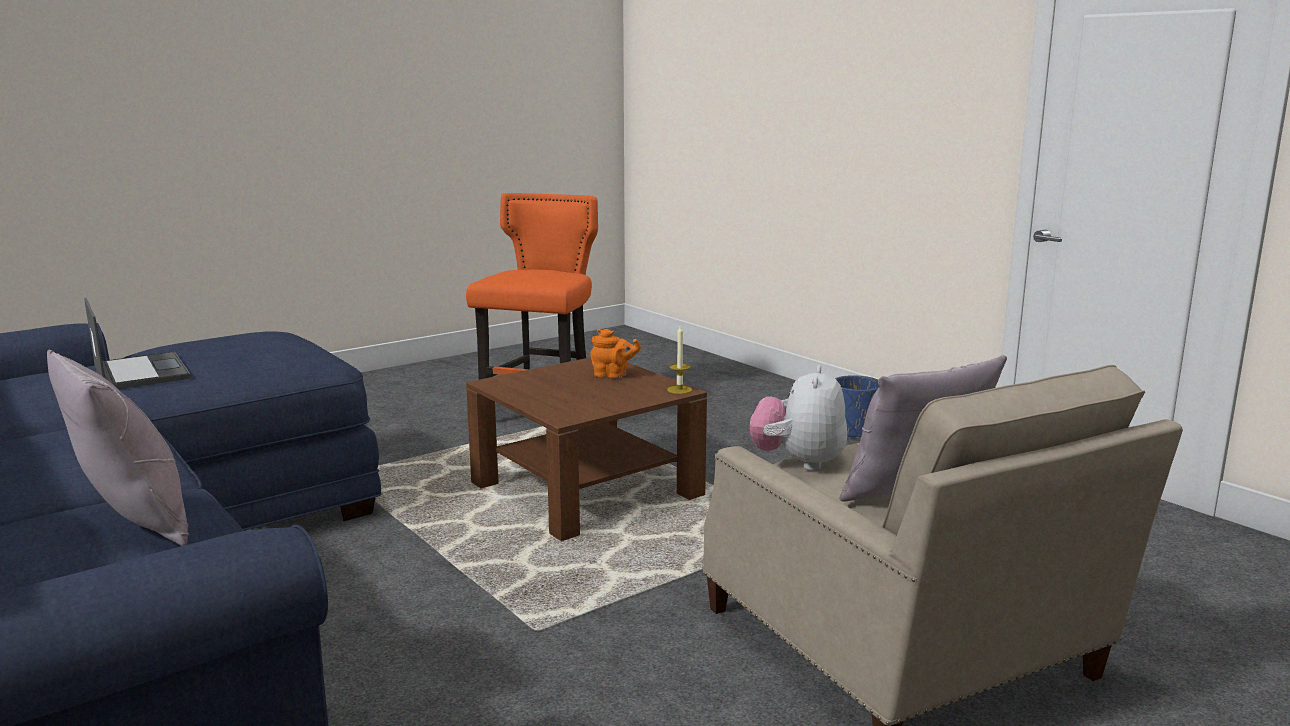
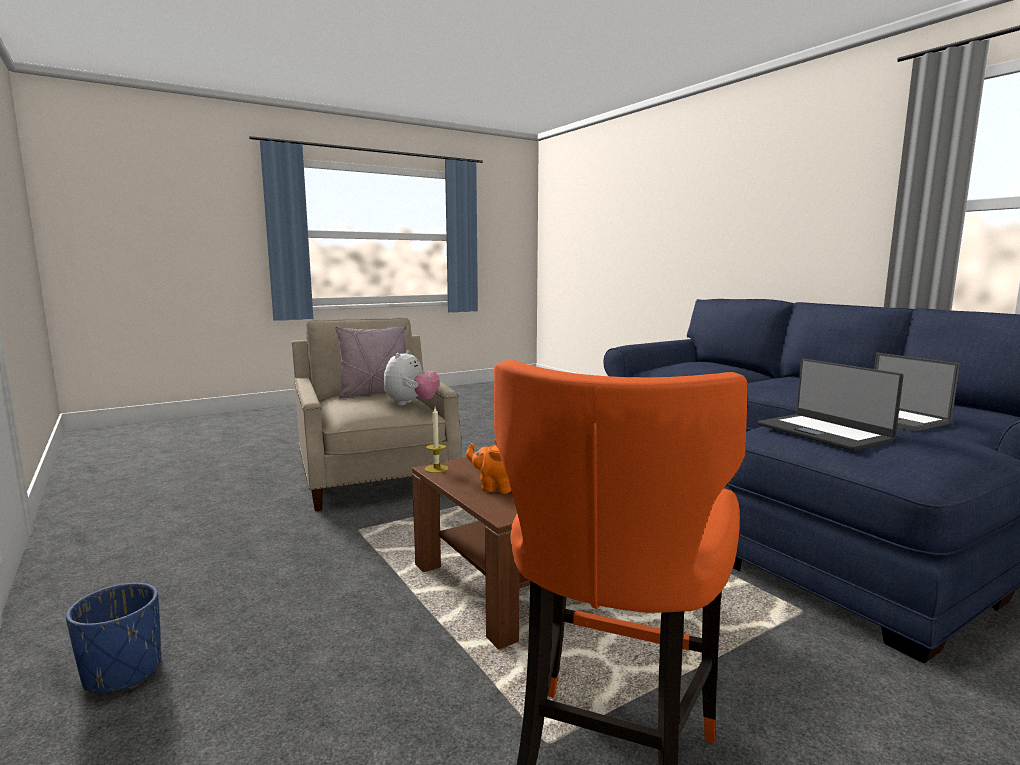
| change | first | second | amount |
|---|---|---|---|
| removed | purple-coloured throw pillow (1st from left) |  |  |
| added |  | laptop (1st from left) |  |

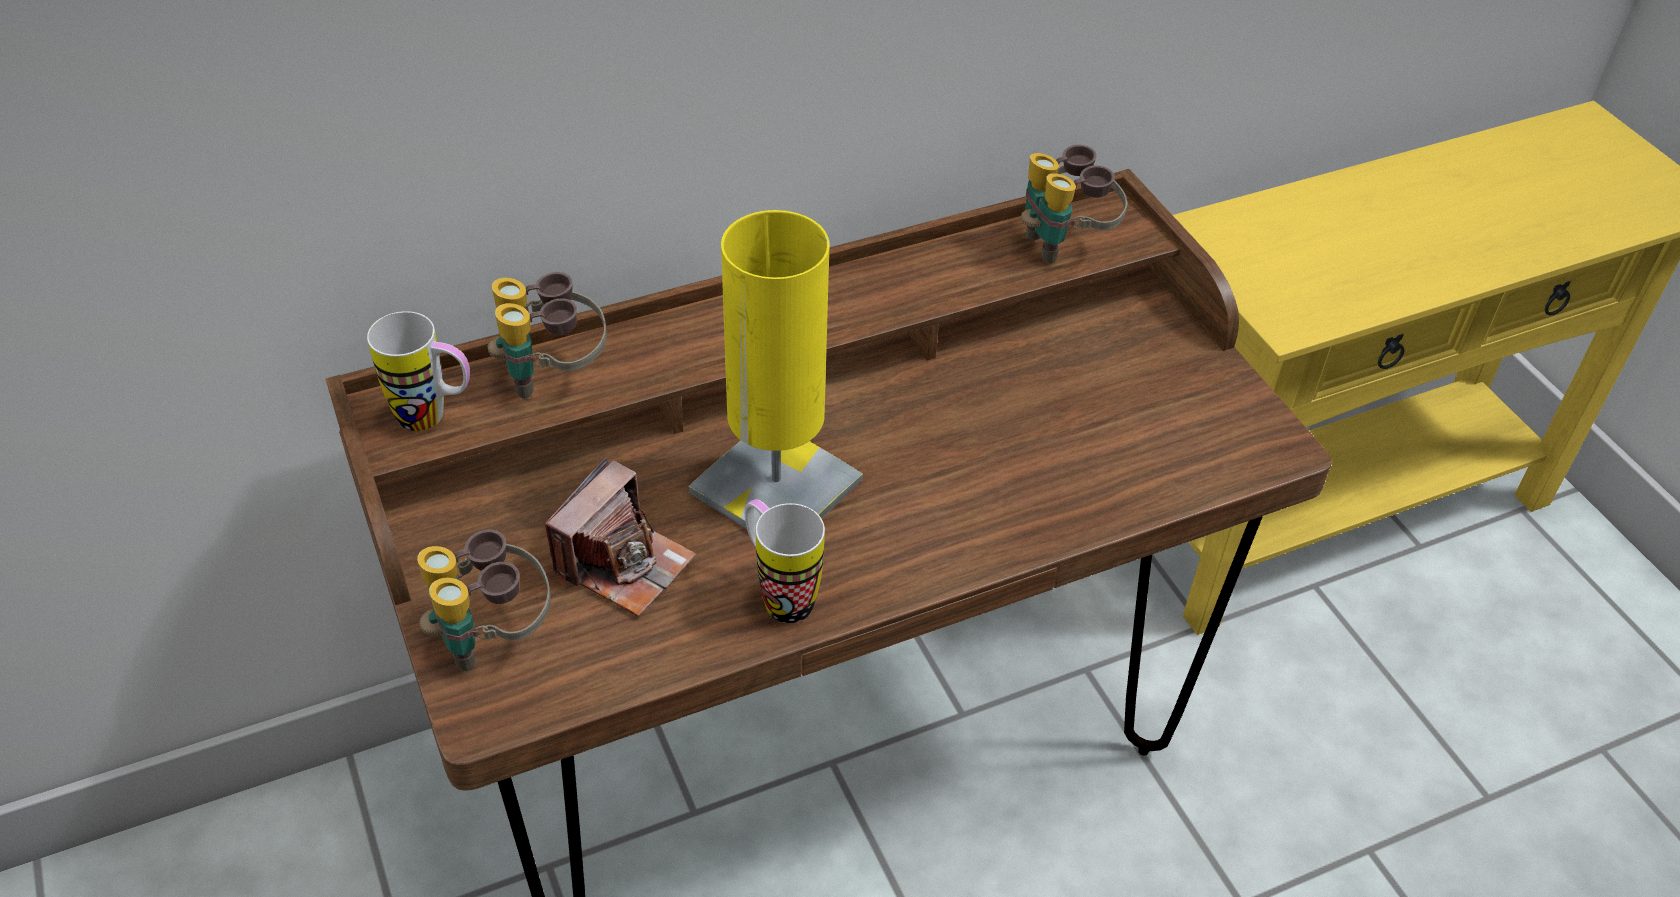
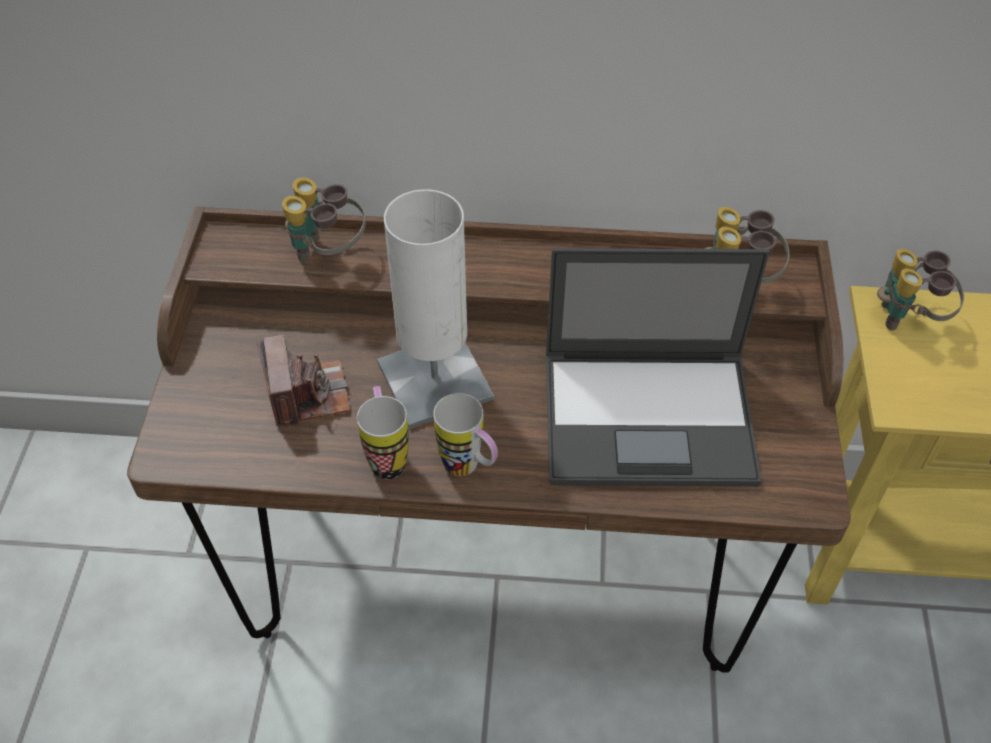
| change | first | second | amount |
|---|---|---|---|
| moved | coffee mug (1st from left in the first image) | coffee mug (2nd from left) |  |
| moved | pair of binoculars (1st from left in the first image) | pair of binoculars (3rd from left) |  |
| turned | photo camera |  | 75 degrees counterclockwise |
| recoloured | yellow-coloured tabletop lamp | white tabletop lamp |  |
| added |  | laptop |  |

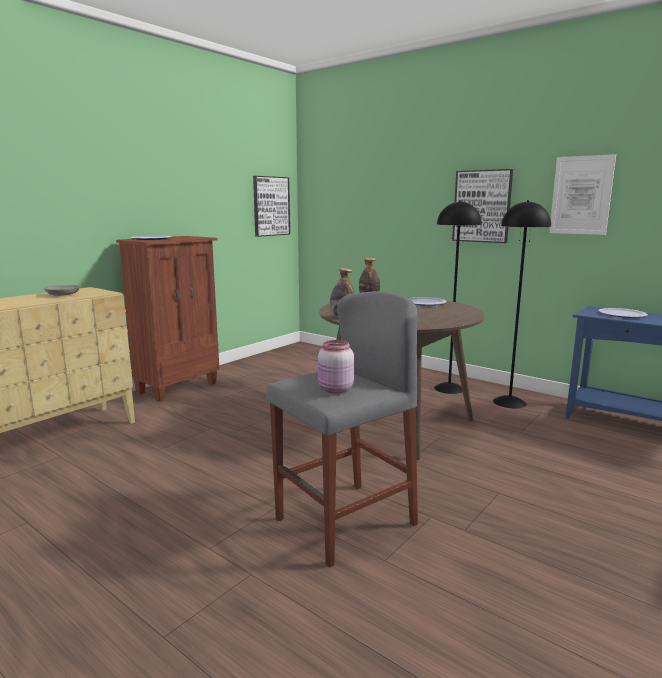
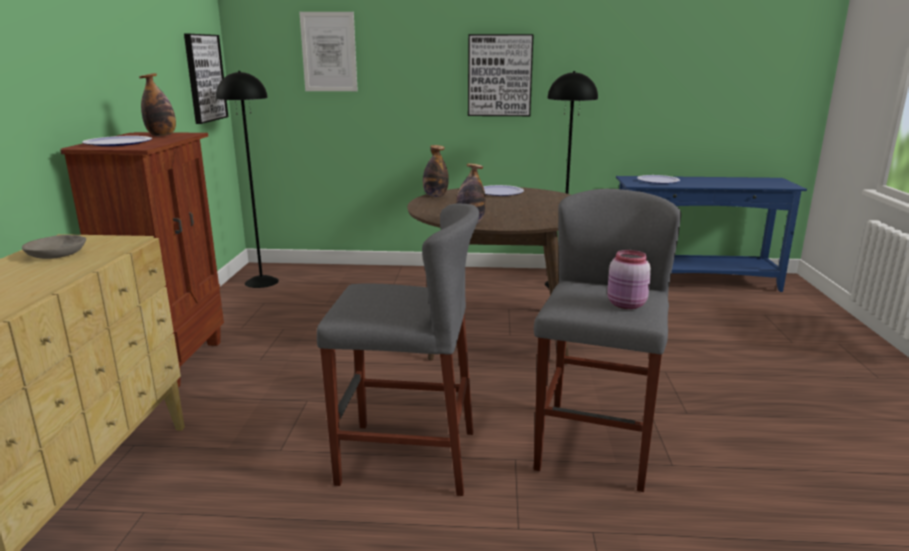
| change | first | second | amount |
|---|---|---|---|
| moved | black-coloured standard lamp (1st from left) |  |  |
| moved | wall art (3rd from left in the first image) | wall art (2nd from left) |  |
| added |  | bottle (1st from left) |  |
| added |  | gray stool seat (1st from left) |  |

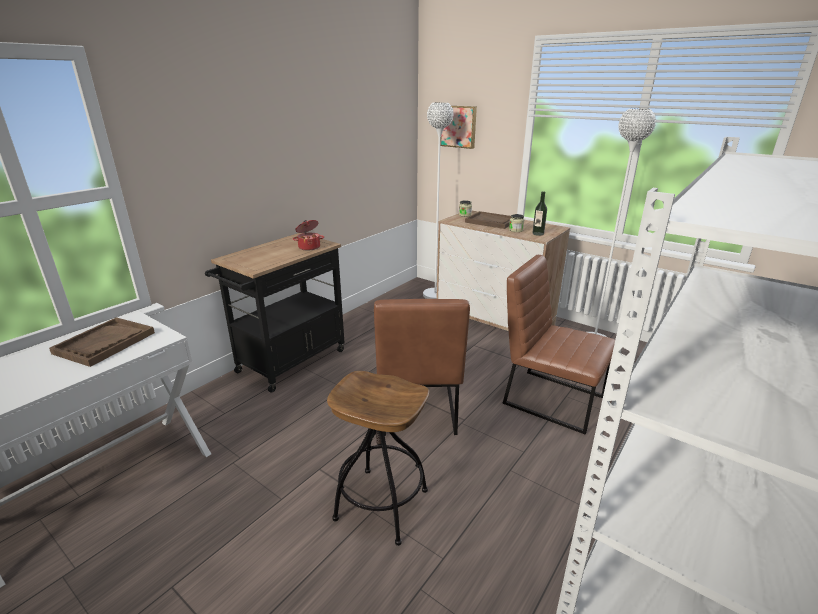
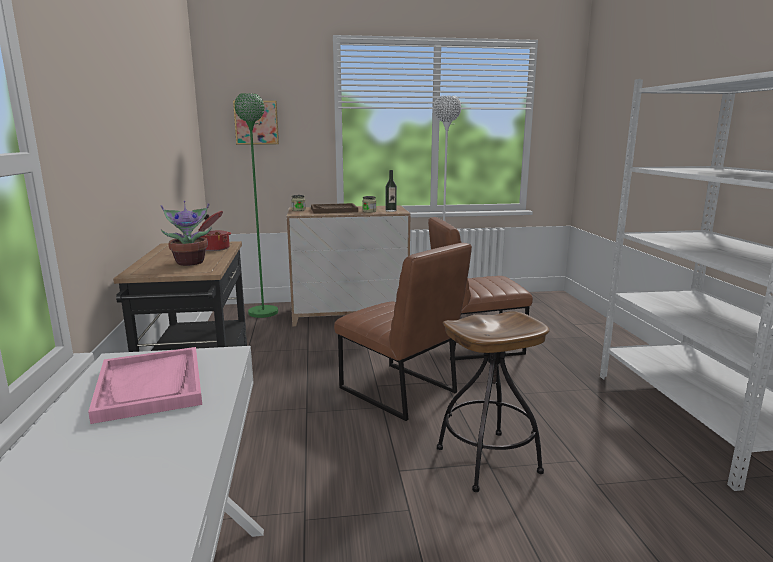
| change | first | second | amount |
|---|---|---|---|
| recoloured | brown tray (1st from left) | pinkish tray |  |
| recoloured | white standard lamp (1st from left) | greenish standard lamp |  |
| added |  | houseplant |  |

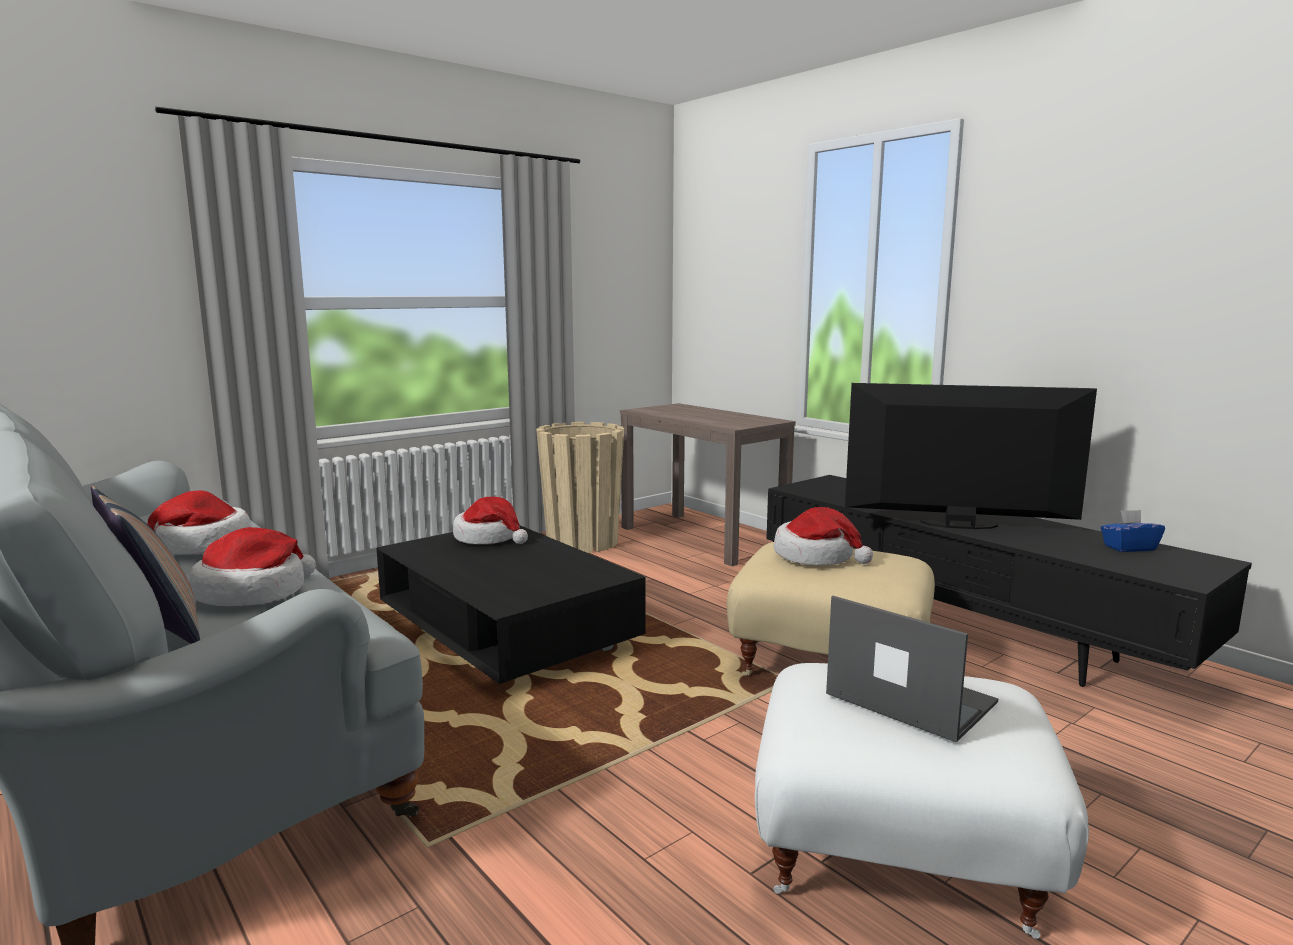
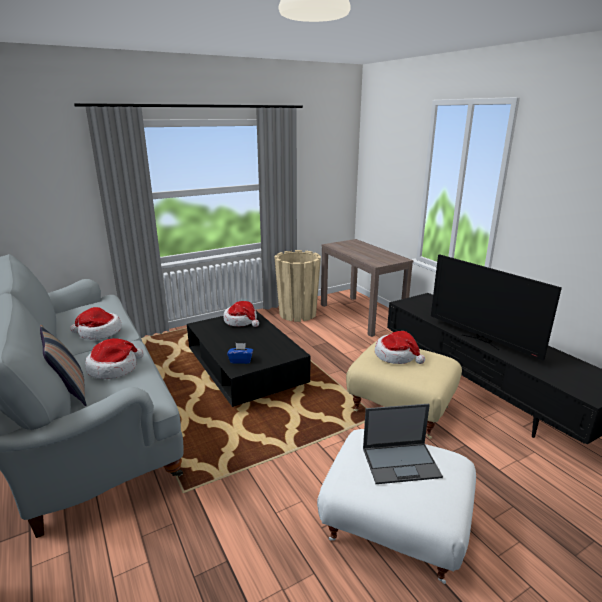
| change | first | second | amount |
|---|---|---|---|
| turned | laptop |  | 120 degrees clockwise |
| turned | TV |  | 150 degrees counterclockwise |
| moved | bluish box of tissues |  |  |

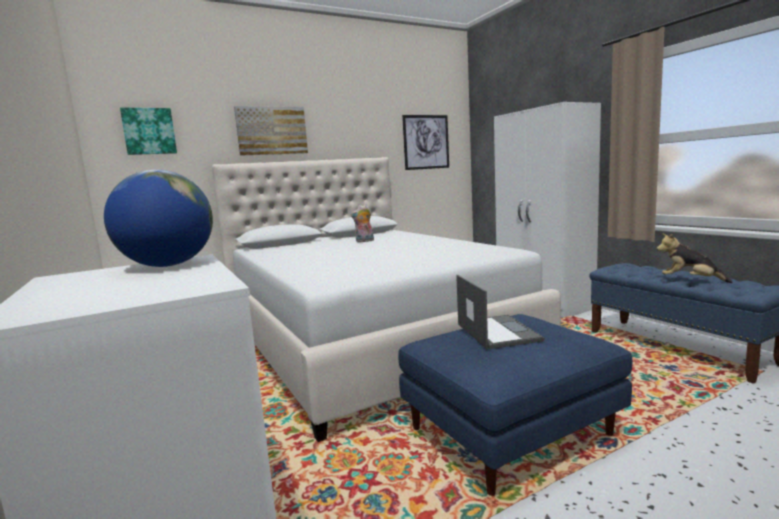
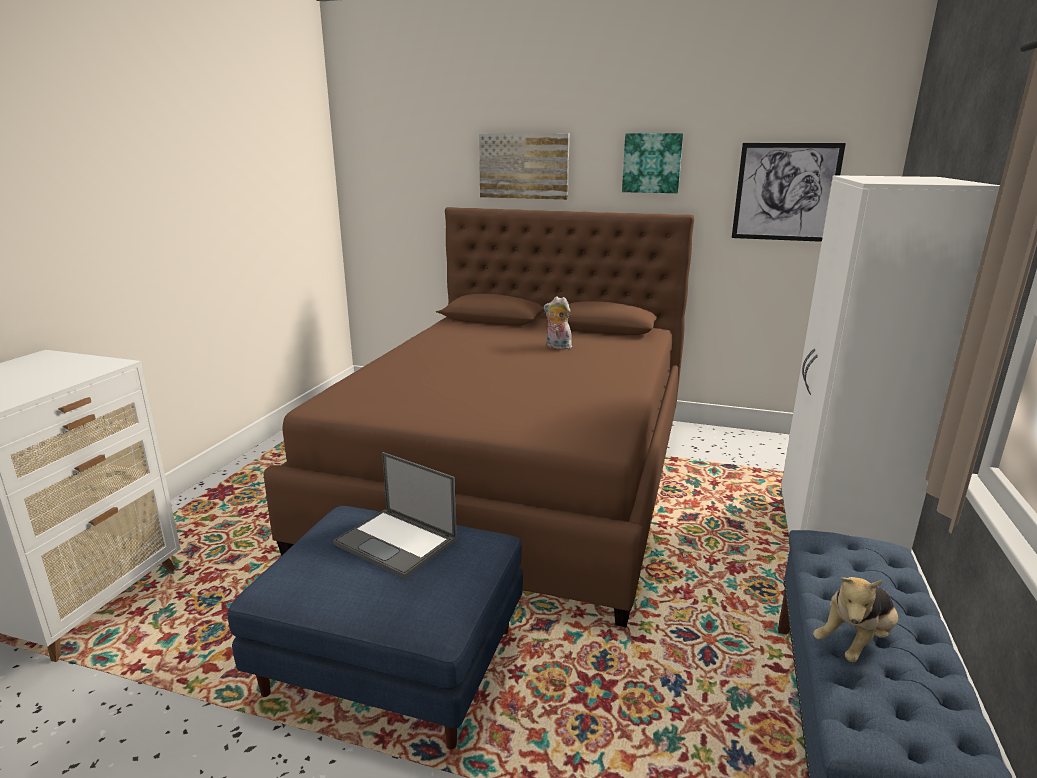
| change | first | second | amount |
|---|---|---|---|
| removed | world globe |  |  |
| moved | wall art (1st from left in the first image) | wall art (2nd from left) |  |
| recoloured | white bedroom bed | brown bedroom bed |  |
| turned | laptop |  | 90 degrees clockwise |
| turned | cuddly toy (2nd from left) |  | 120 degrees counterclockwise |

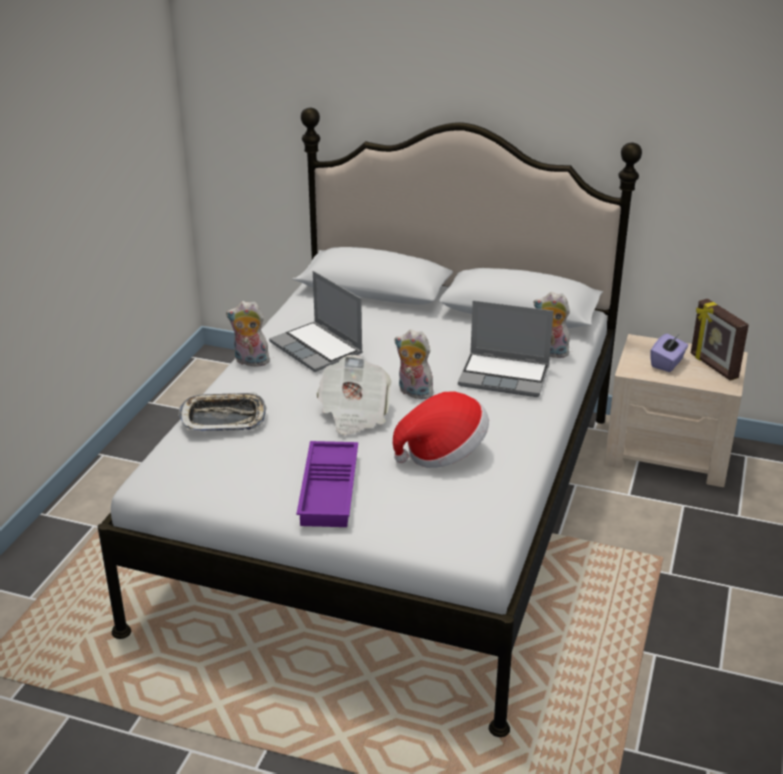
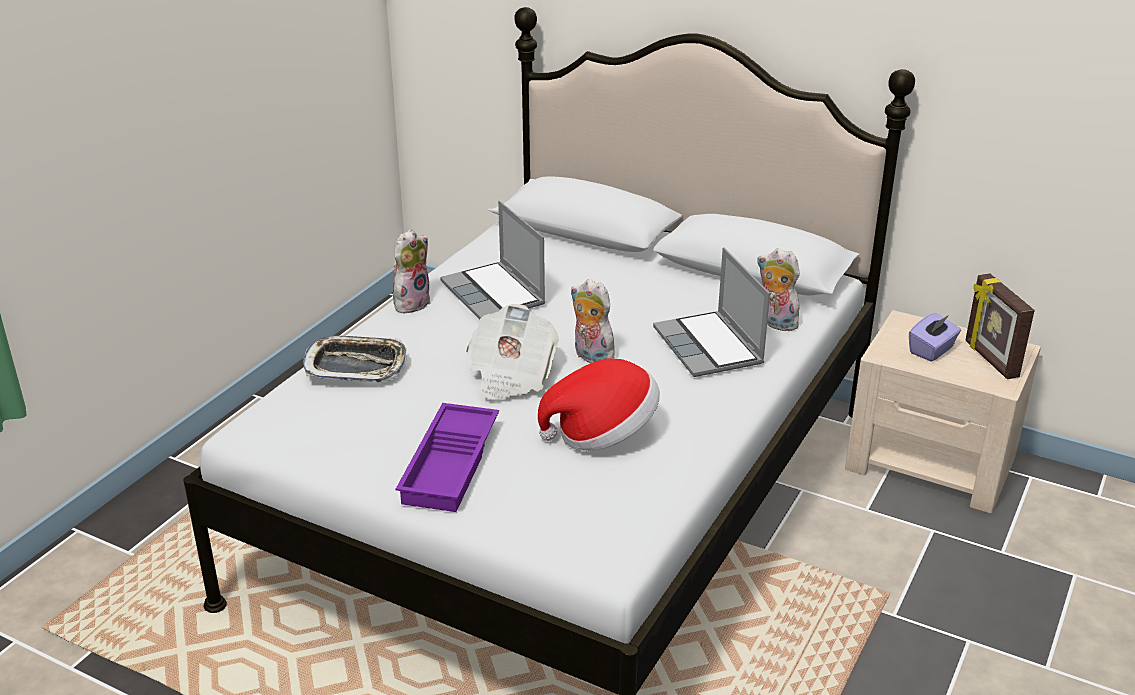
| change | first | second | amount |
|---|---|---|---|
| turned | cuddly toy (1st from left) |  | 105 degrees clockwise |
| turned | laptop (2nd from left) |  | 45 degrees clockwise |

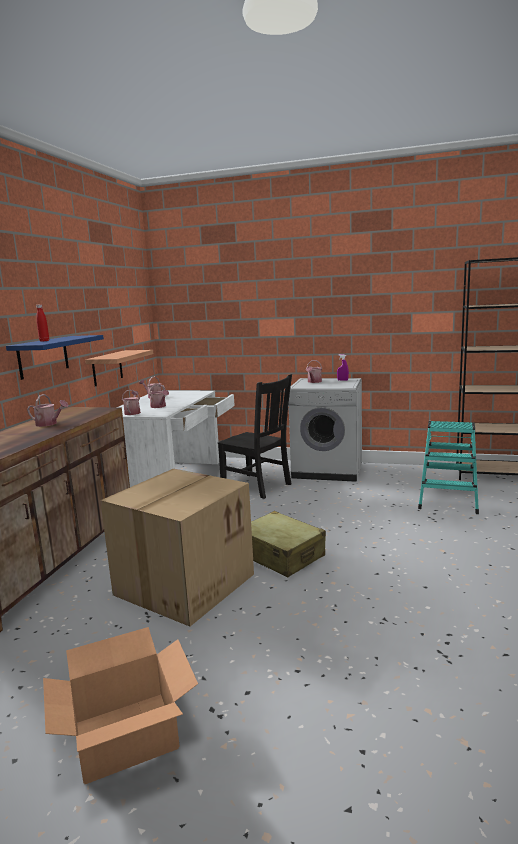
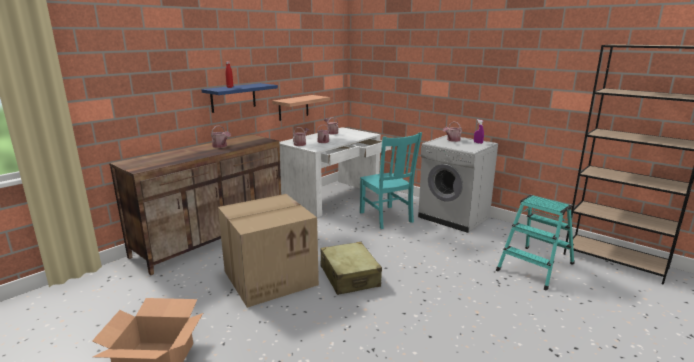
| change | first | second | amount |
|---|---|---|---|
| recoloured | black-coloured chair | turquoise-coloured chair |  |

